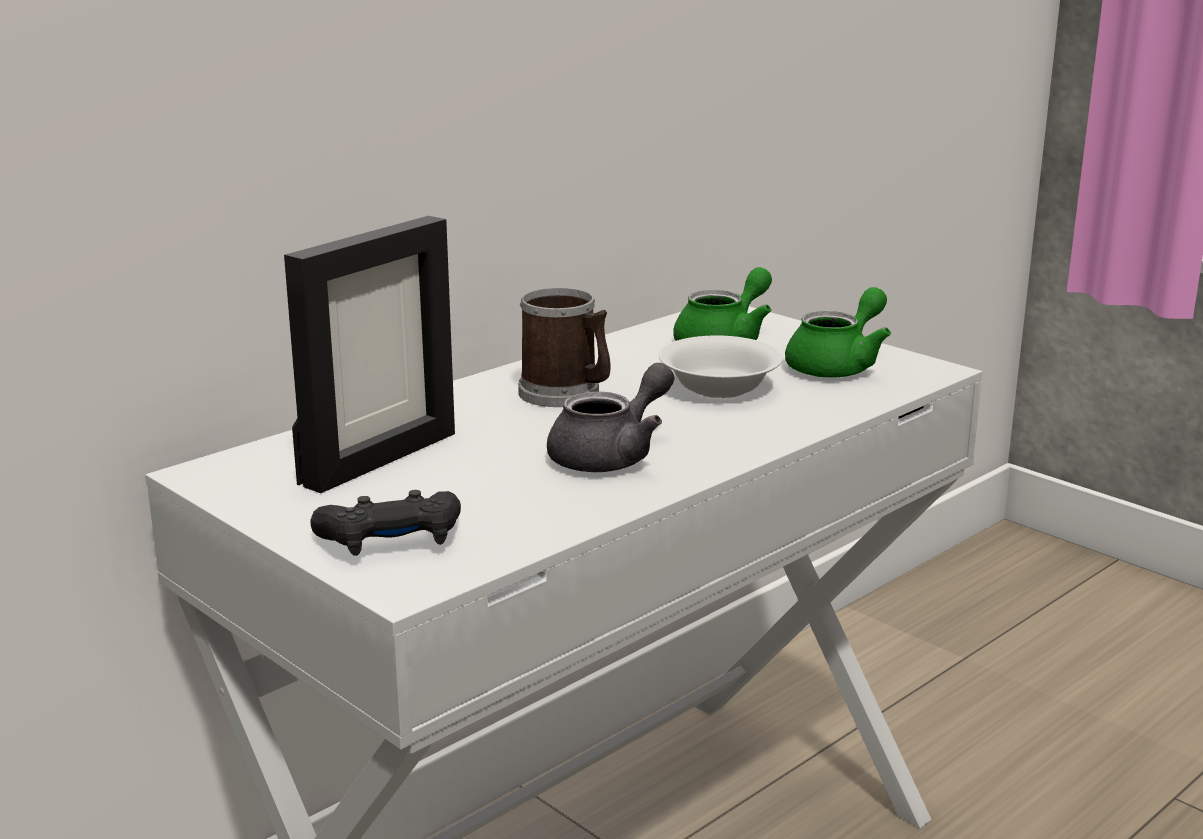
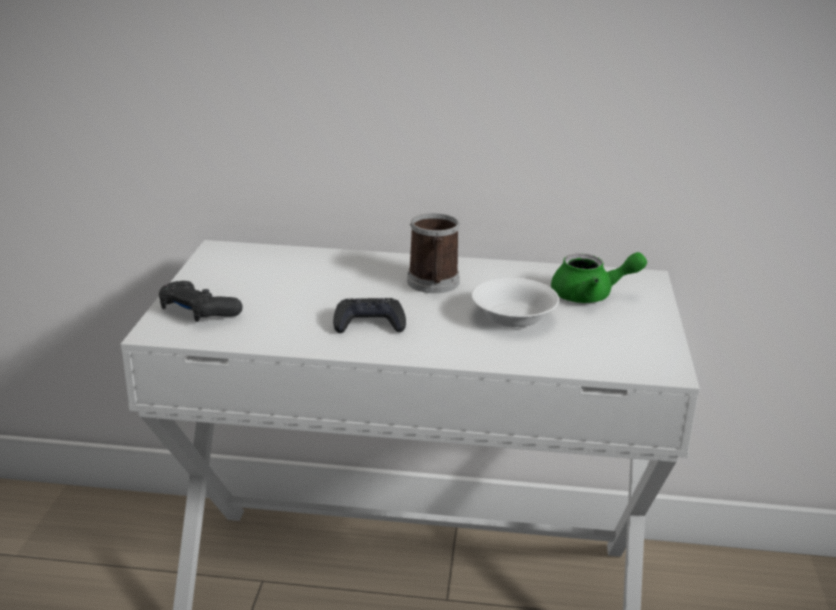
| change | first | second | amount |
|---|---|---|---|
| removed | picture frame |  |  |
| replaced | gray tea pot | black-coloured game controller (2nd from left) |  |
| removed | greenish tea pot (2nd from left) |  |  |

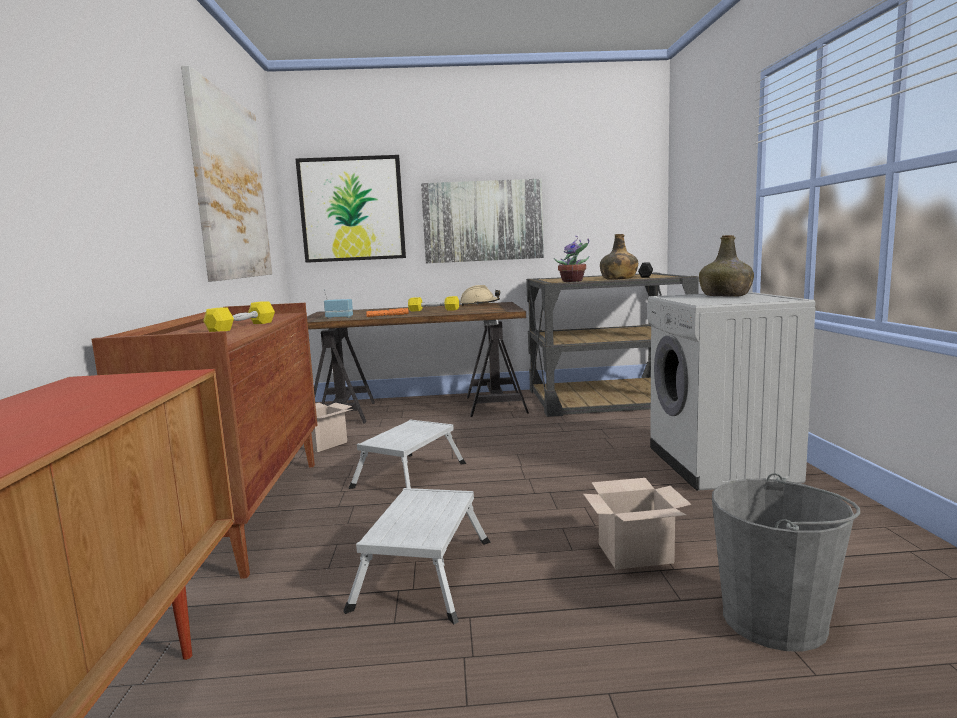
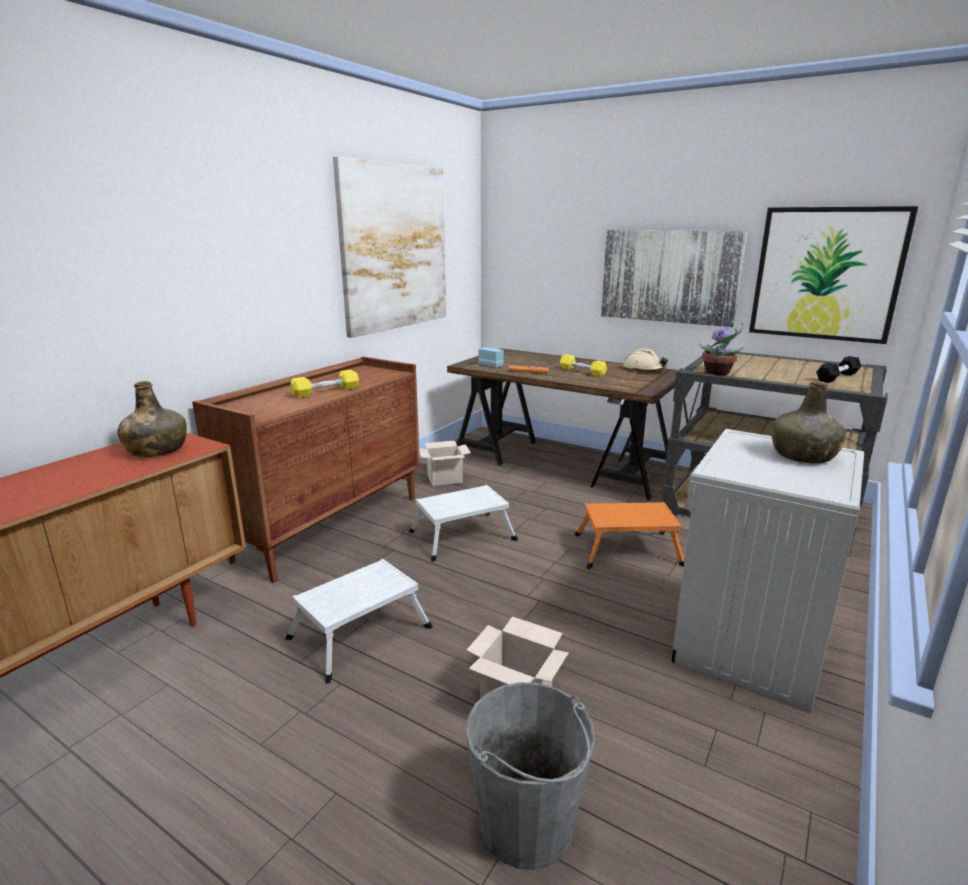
| change | first | second | amount |
|---|---|---|---|
| moved | wall art (2nd from left in the first image) | wall art (3rd from left) |  |
| moved | greenish bottle (1st from left) |  |  |
| added |  | orange-coloured step stool |  |

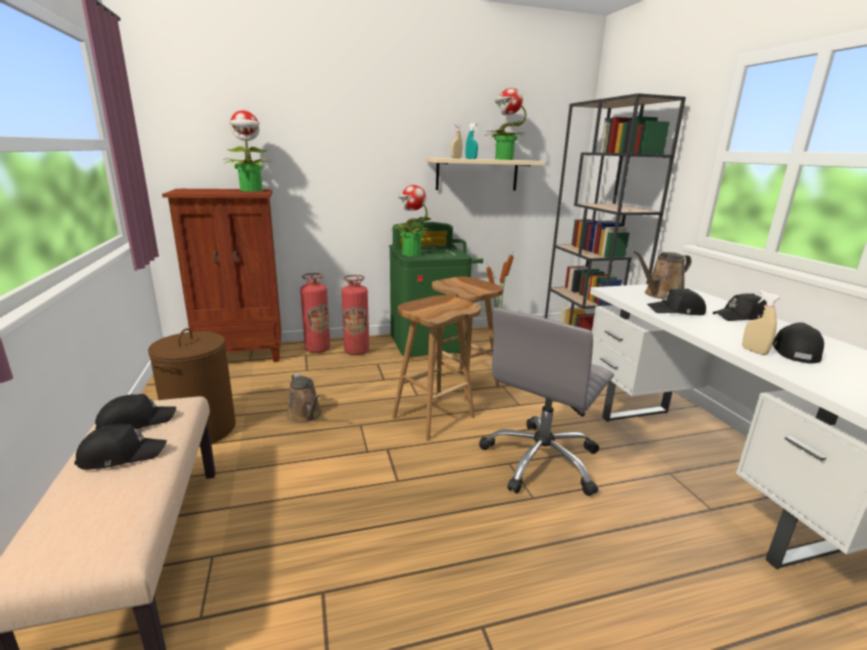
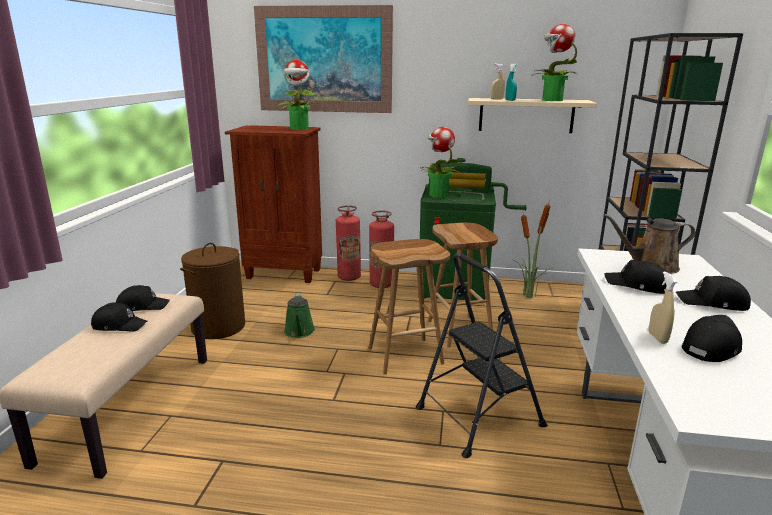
| change | first | second | amount |
|---|---|---|---|
| recoloured | brown sprinkling can (1st from left) | greenish sprinkling can |  |
| replaced | gray computer chair | black-coloured step stool |  |
| added |  | wall art |  |

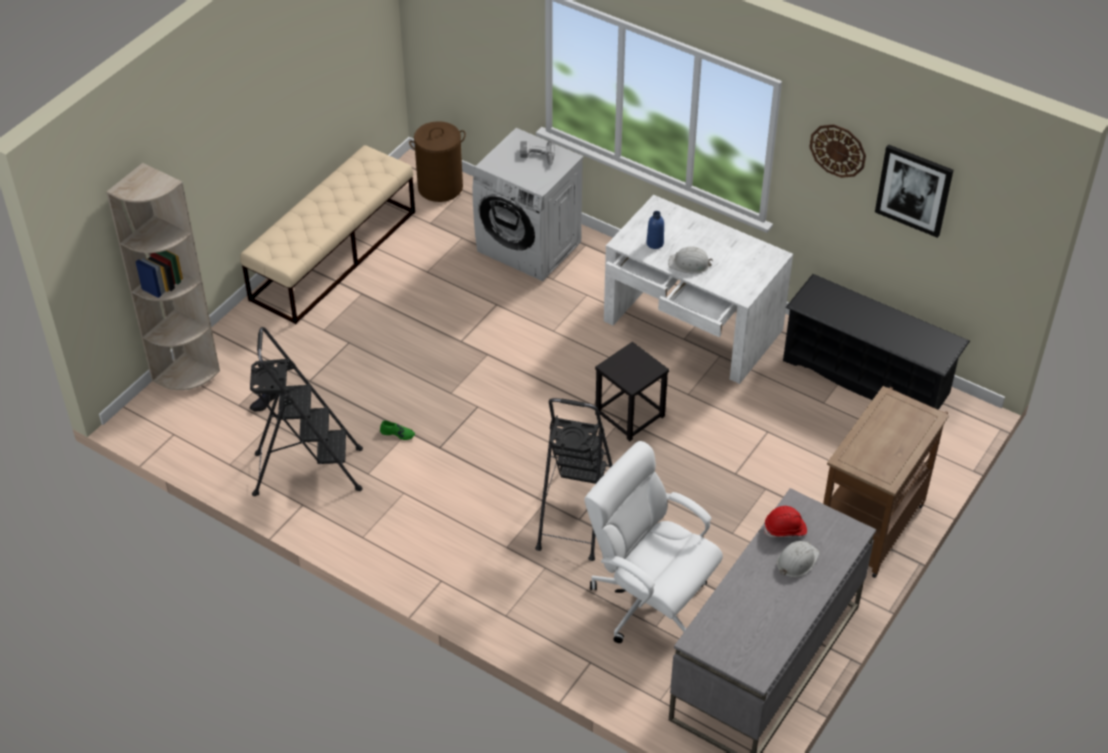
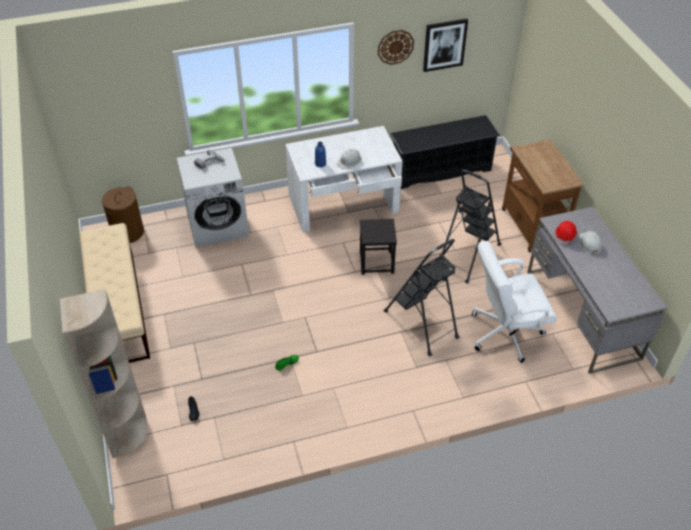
| change | first | second | amount |
|---|---|---|---|
| moved | step stool (1st from left in the first image) | step stool (2nd from left) |  |

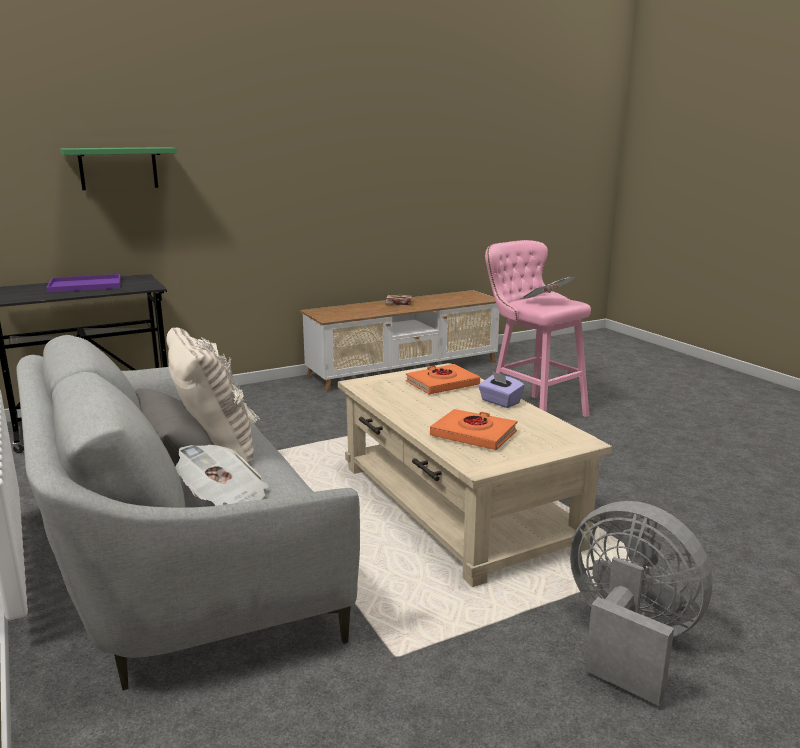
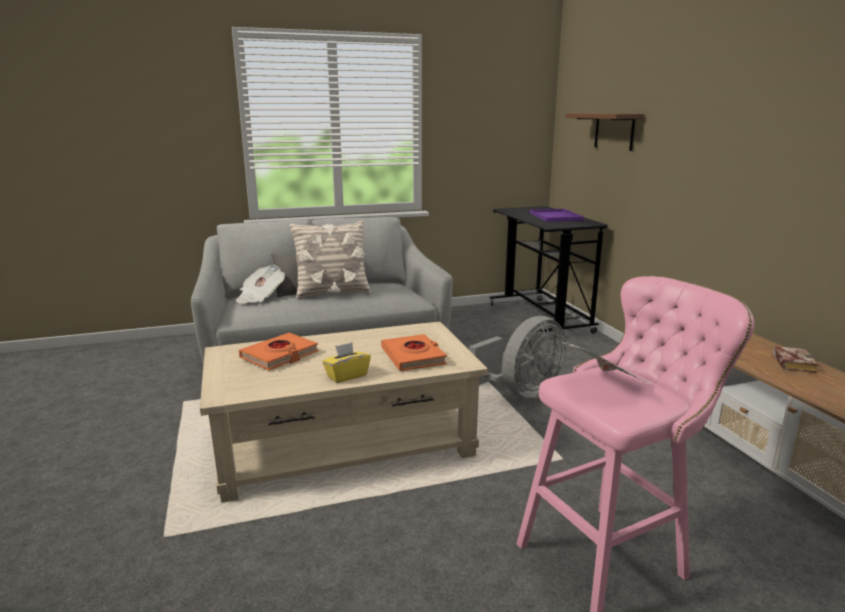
| change | first | second | amount |
|---|---|---|---|
| recoloured | greenish shelf | brown shelf |  |
| recoloured | purple-coloured box of tissues | yellow-coloured box of tissues |  |
| moved | gray electric fan |  |  |

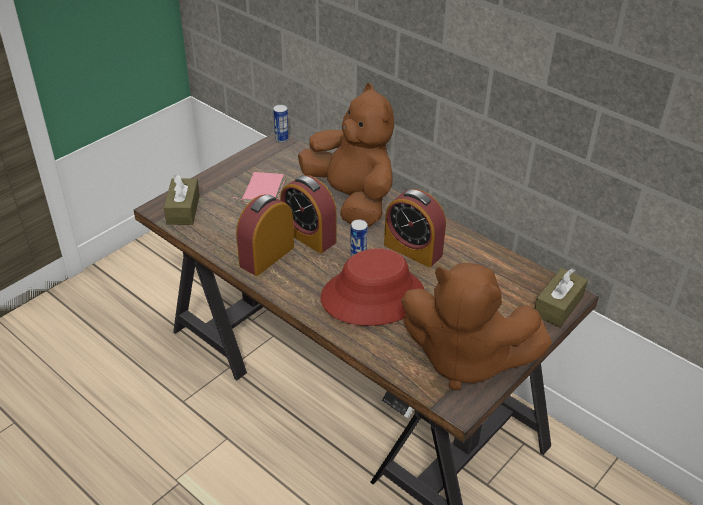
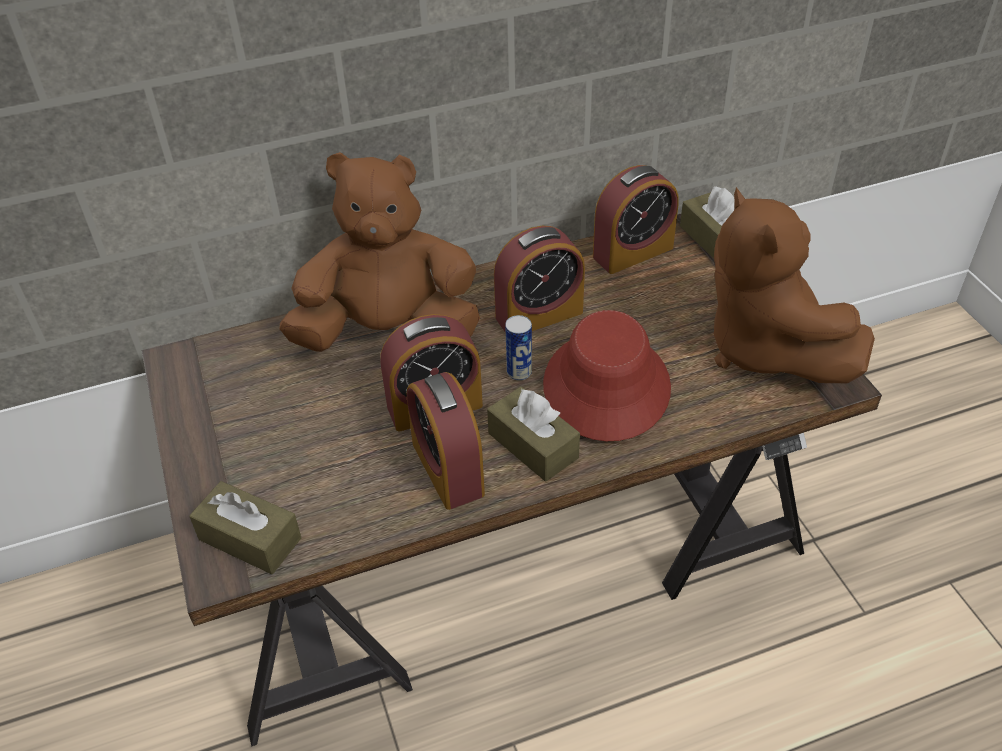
| change | first | second | amount |
|---|---|---|---|
| removed | pinkish book |  |  |
| removed | metal can (1st from left) |  |  |
| turned | brown cuddly toy (2nd from left) |  | 105 degrees clockwise |
| added |  | brown box of tissues (2nd from left) |  |
| added |  | alarm clock (4th from left) |  |

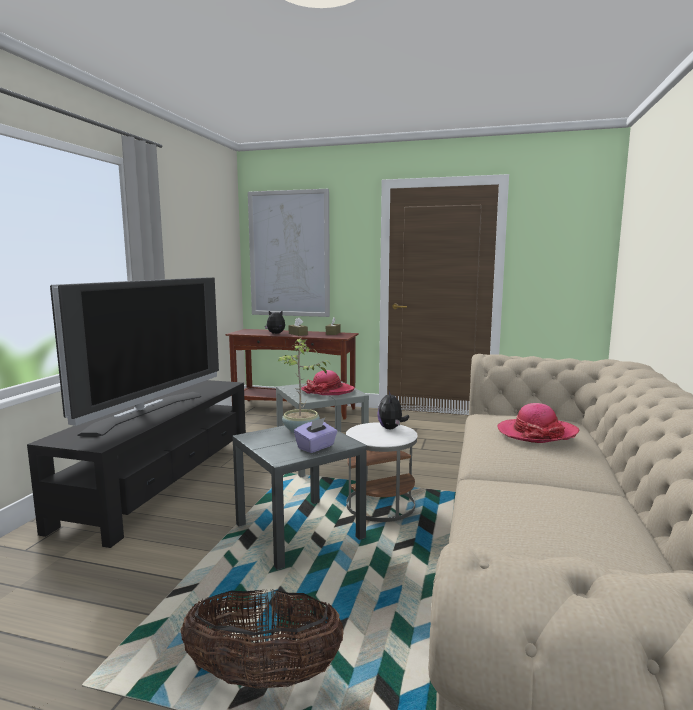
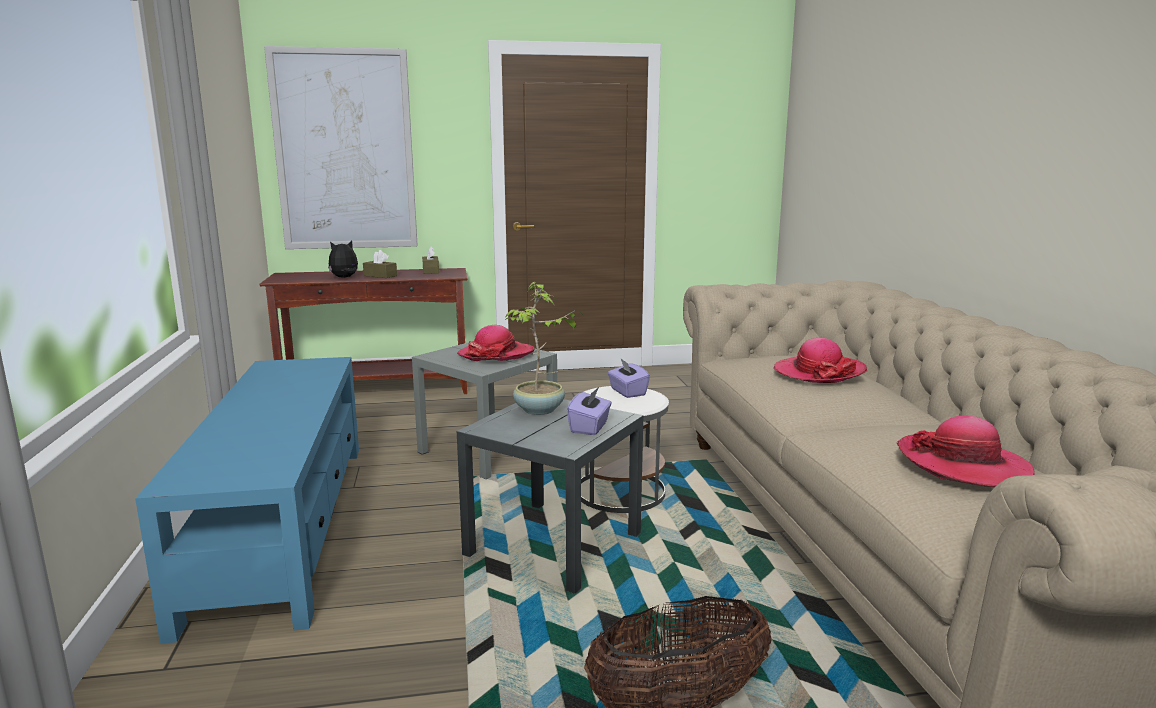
| change | first | second | amount |
|---|---|---|---|
| recoloured | black-coloured tv unit | bluish tv unit |  |
| removed | TV |  |  |
| replaced | cuddly toy (2nd from left) | purple-coloured box of tissues (2nd from left) |  |
| added |  | hat (3rd from left) |  |

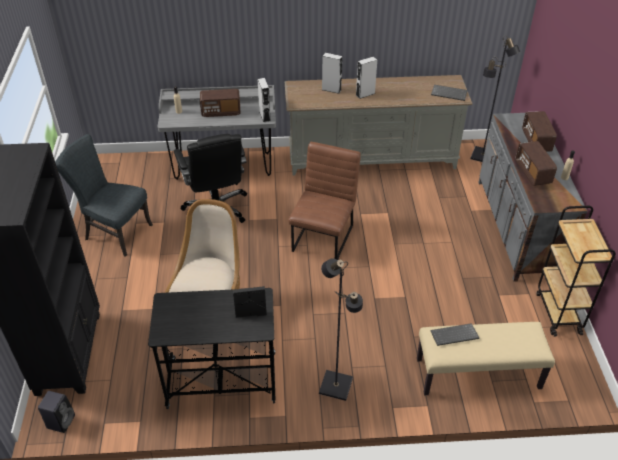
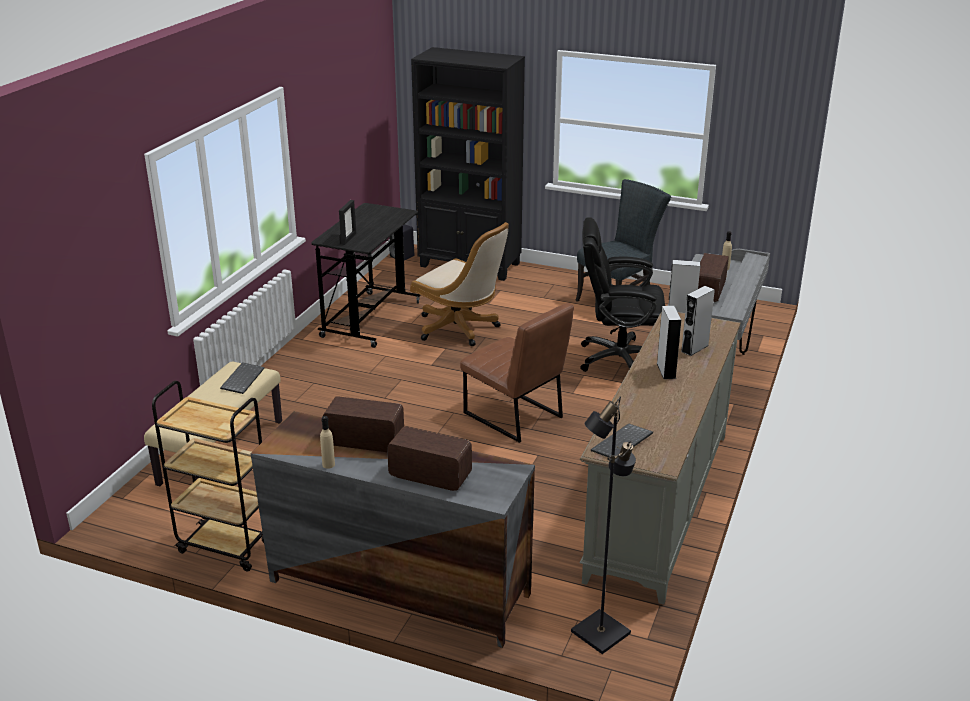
| change | first | second | amount |
|---|---|---|---|
| removed | black-coloured standard lamp (1st from left) |  |  |

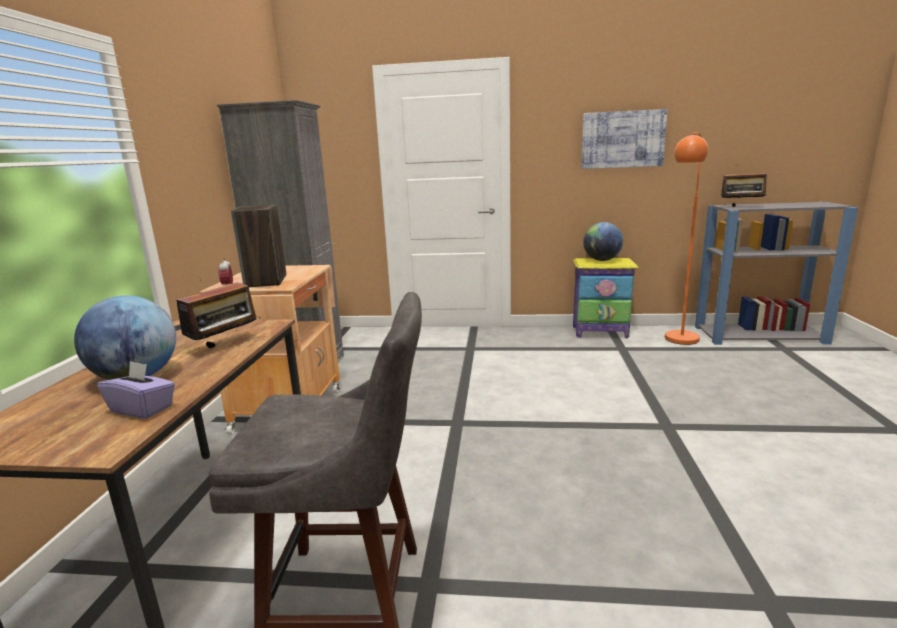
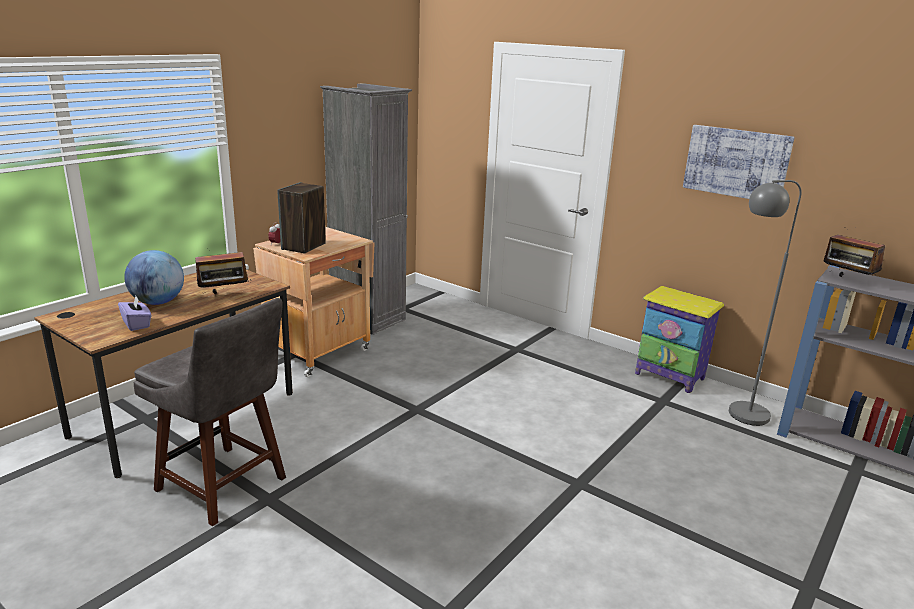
| change | first | second | amount |
|---|---|---|---|
| removed | world globe (2nd from left) |  |  |
| recoloured | orange-coloured standard lamp | gray standard lamp |  |

